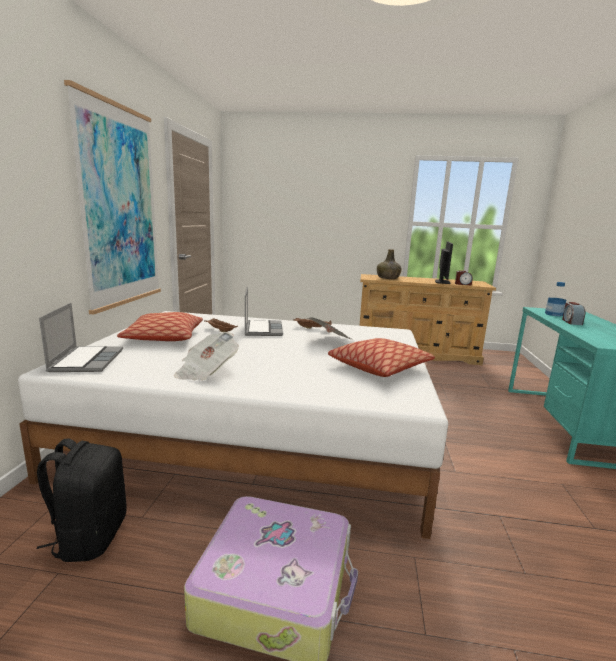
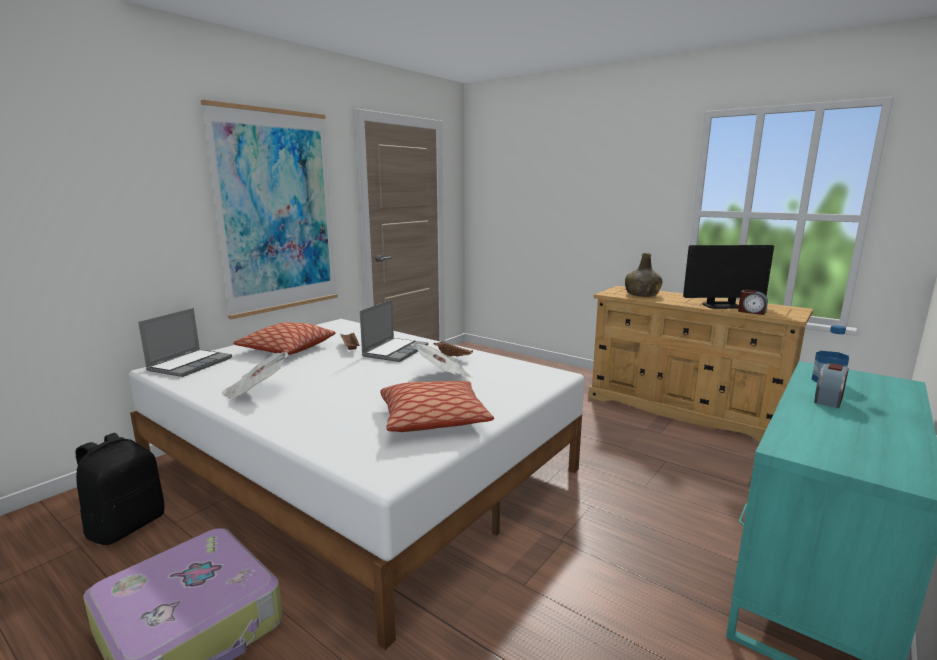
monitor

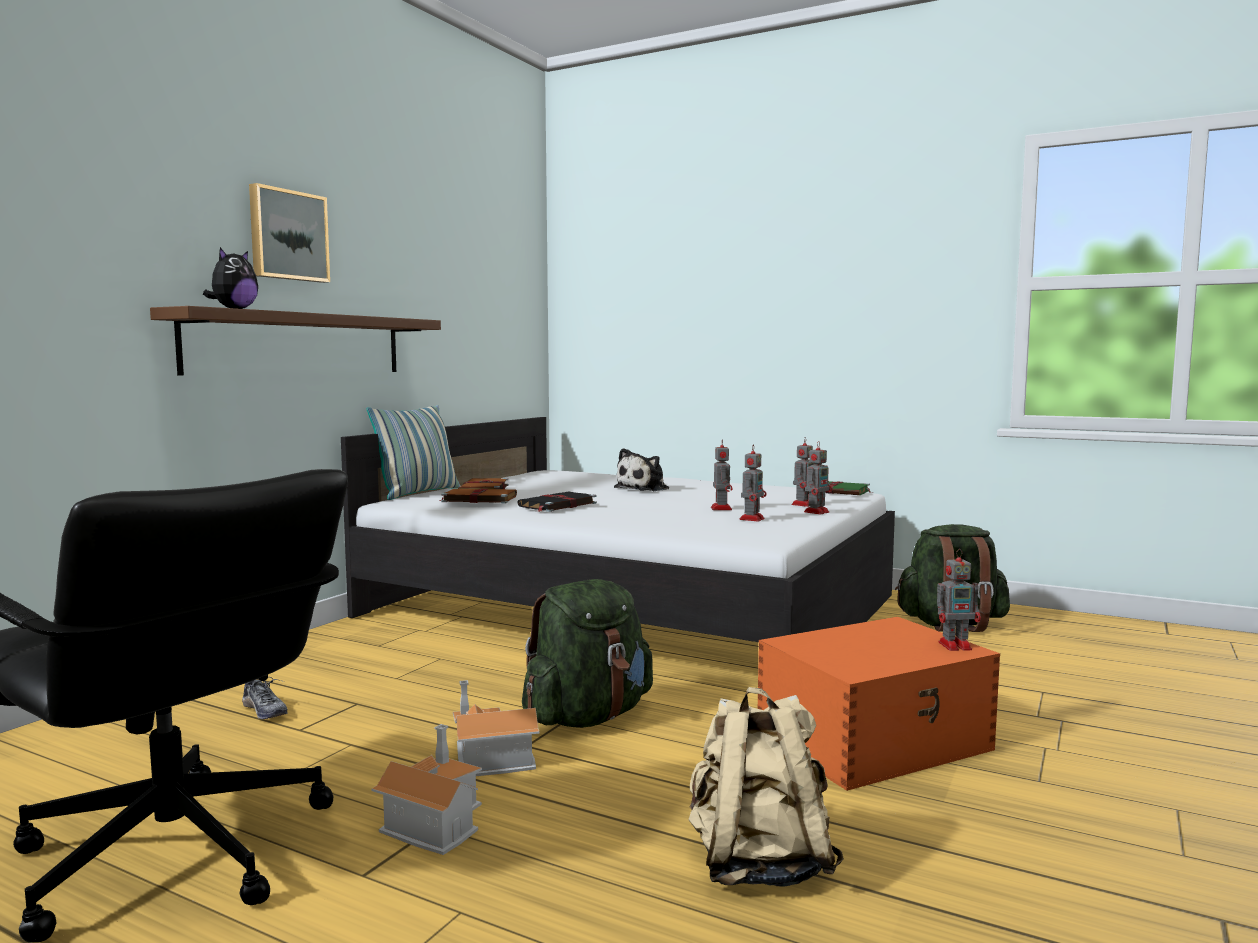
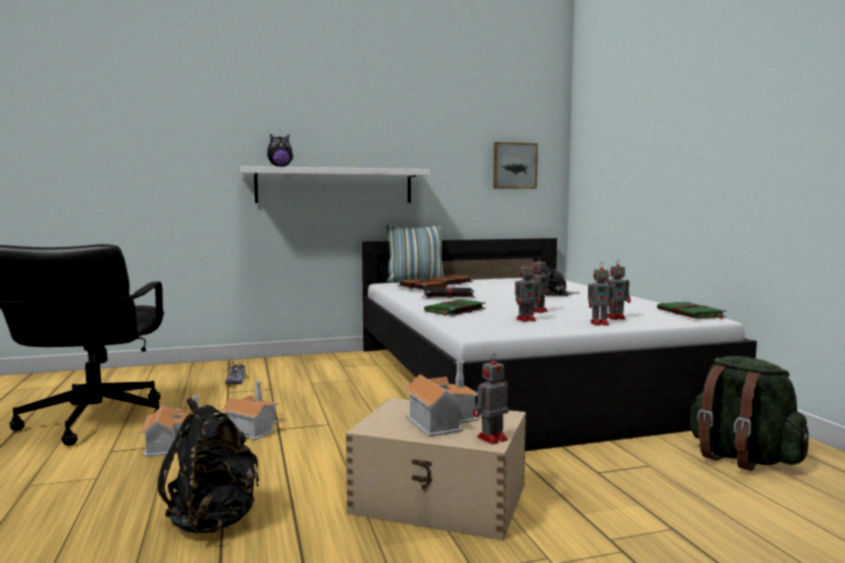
black backpack
white shelf
beige storage box
toy house (3rd from left)
green book (1st from left)
toy robot (1st from left)
picture
green backpack (1st from left in the first image)

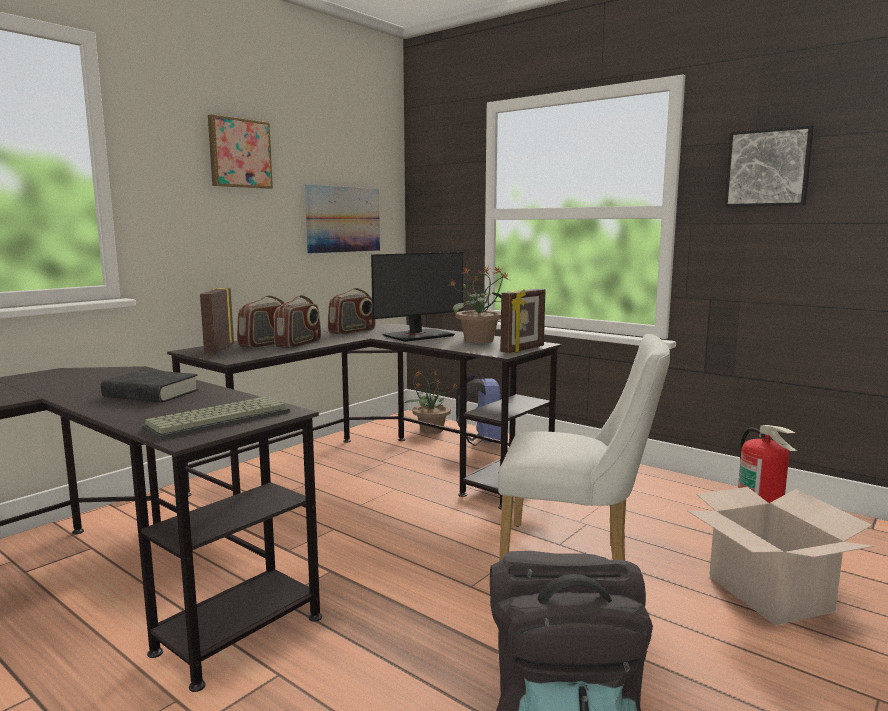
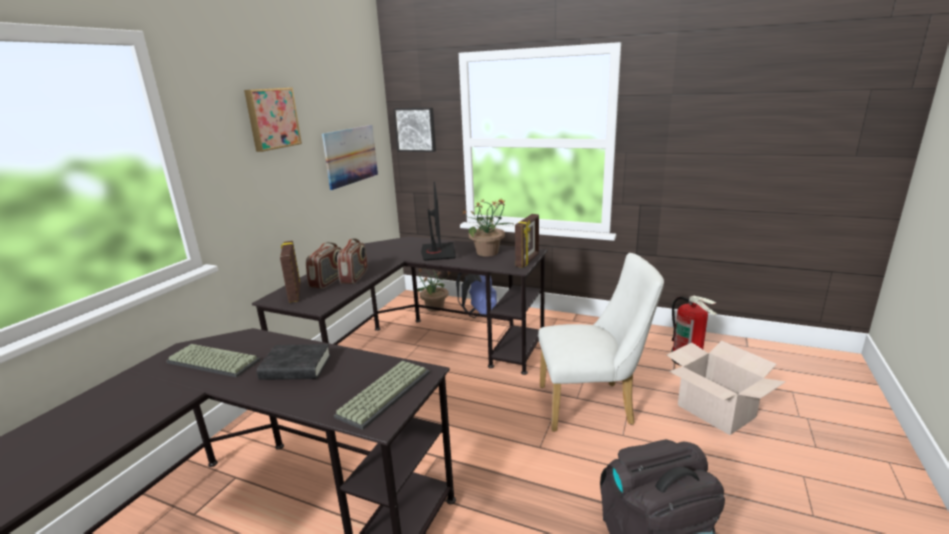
keyboard (1st from left)
picture (3rd from left)
monitor
radio (3rd from left in the first image)

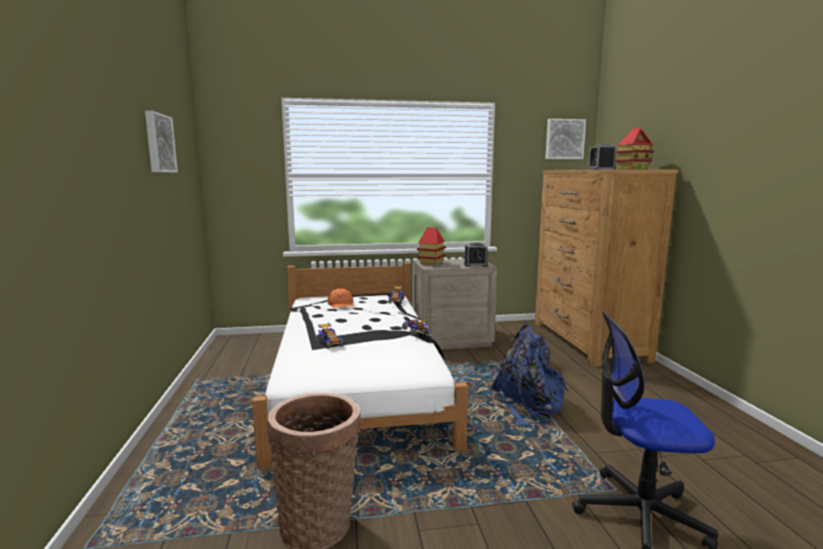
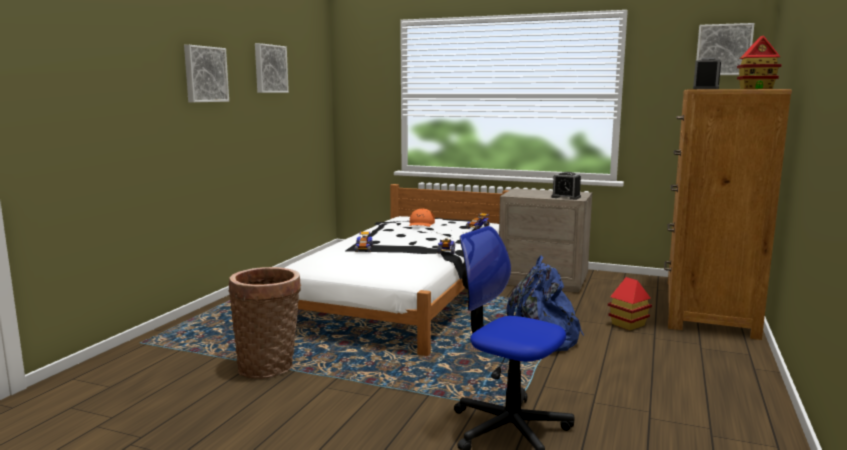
picture (1st from left)
toy house (1st from left)

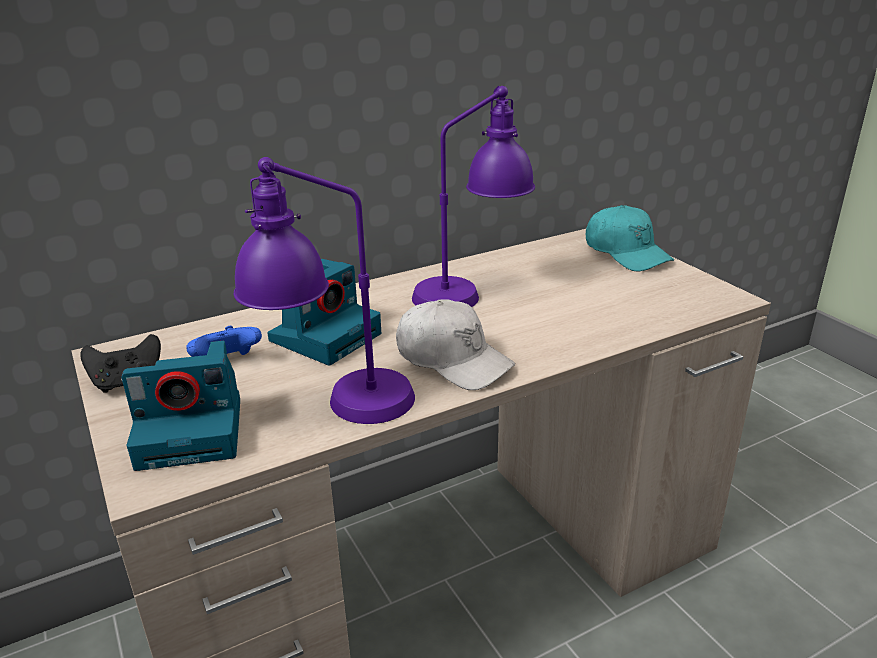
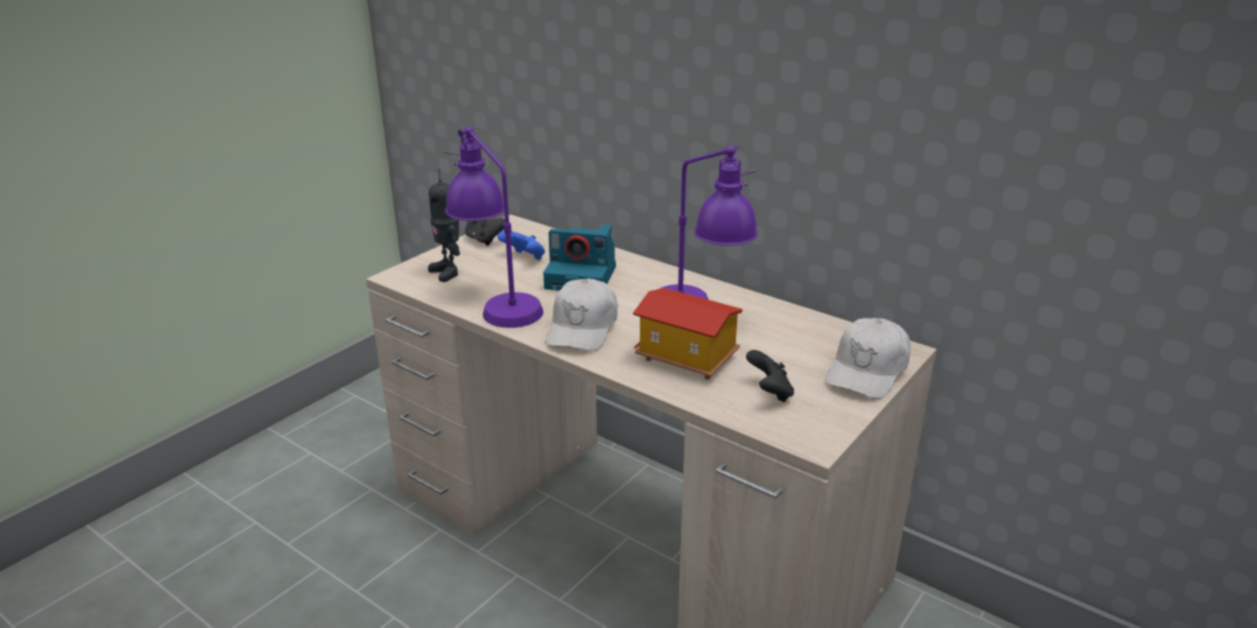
toy robot
toy house
black game controller (2nd from left)
white cap (2nd from left)

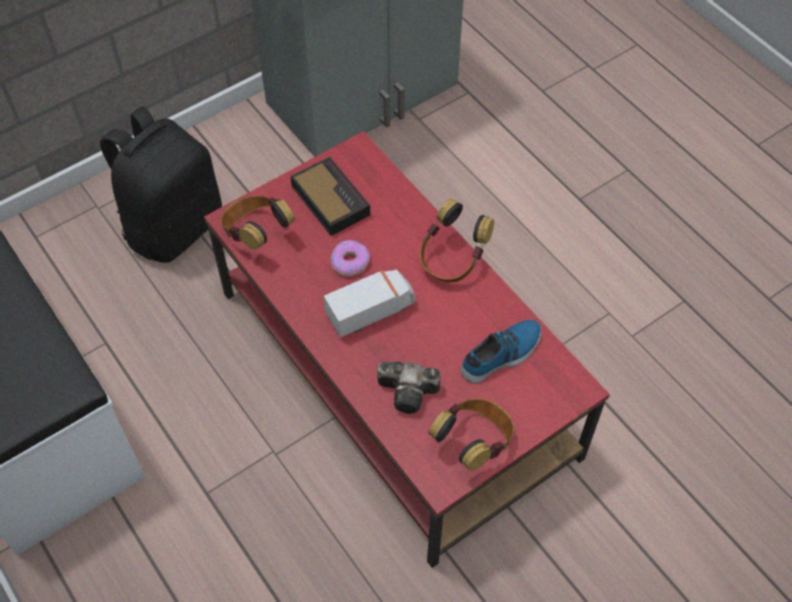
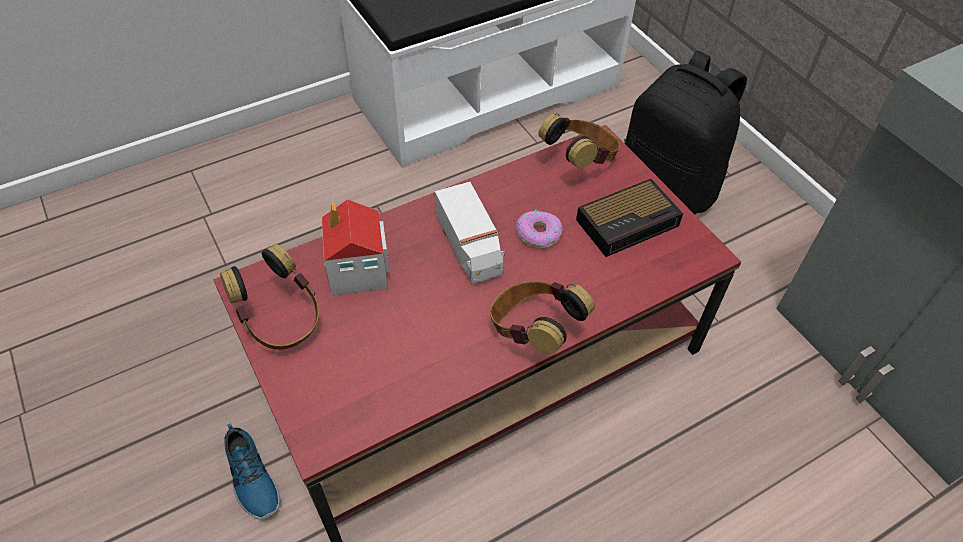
shoe
toy house

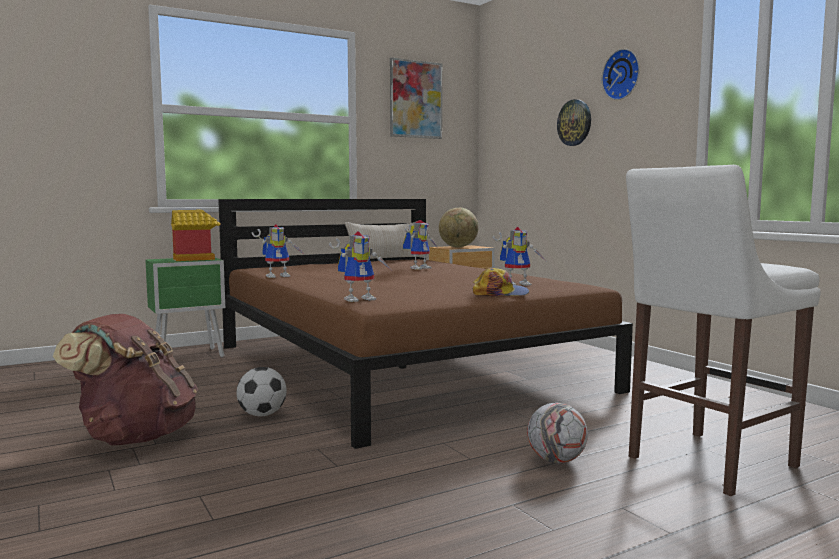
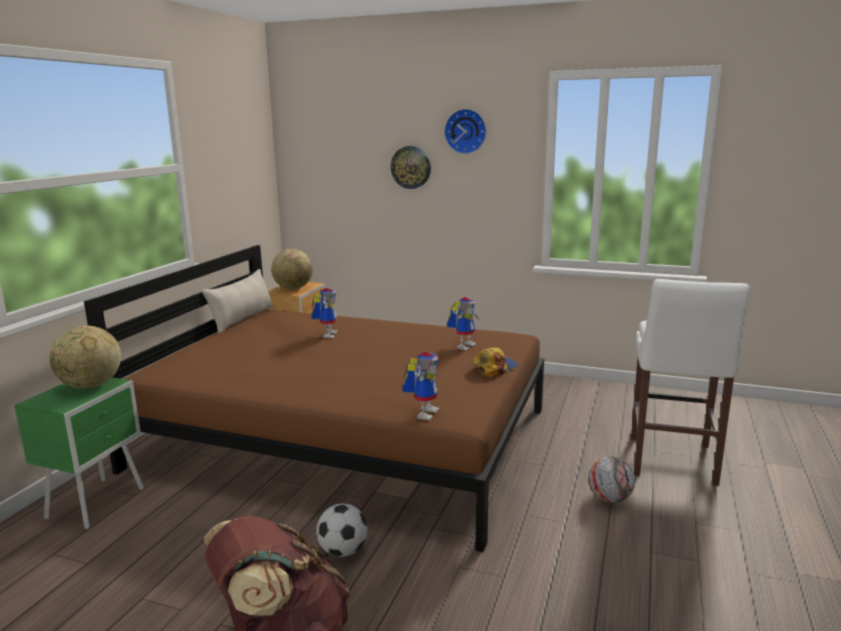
globe (1st from left)
toy robot (1st from left in the first image)
picture

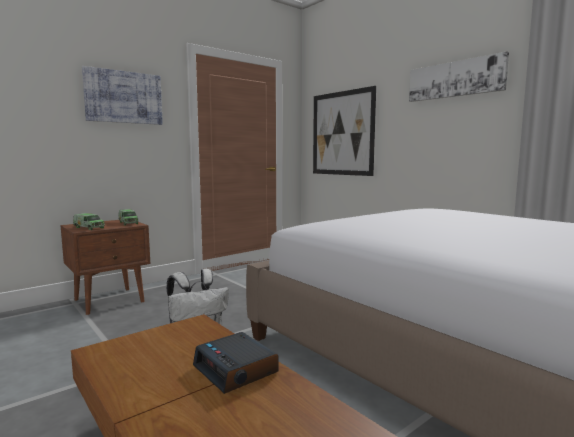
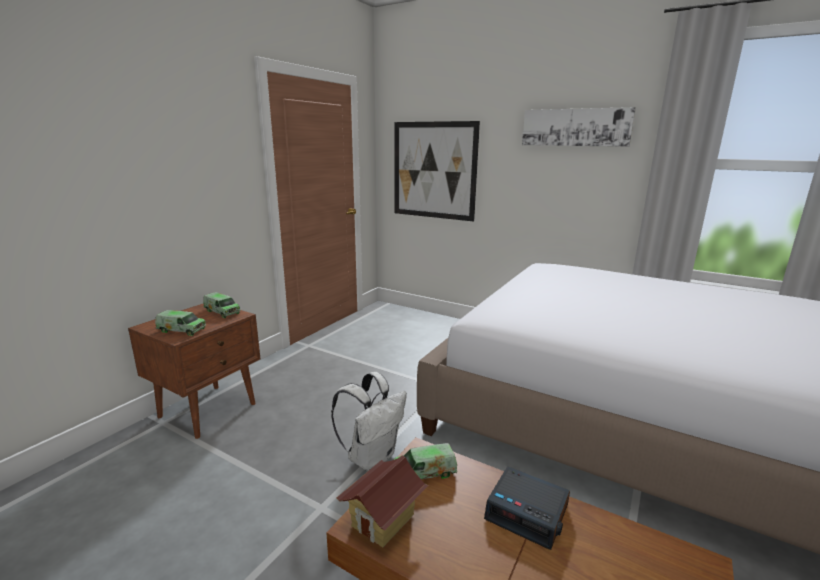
toy house
toy truck (3rd from left)
picture (1st from left in the first image)

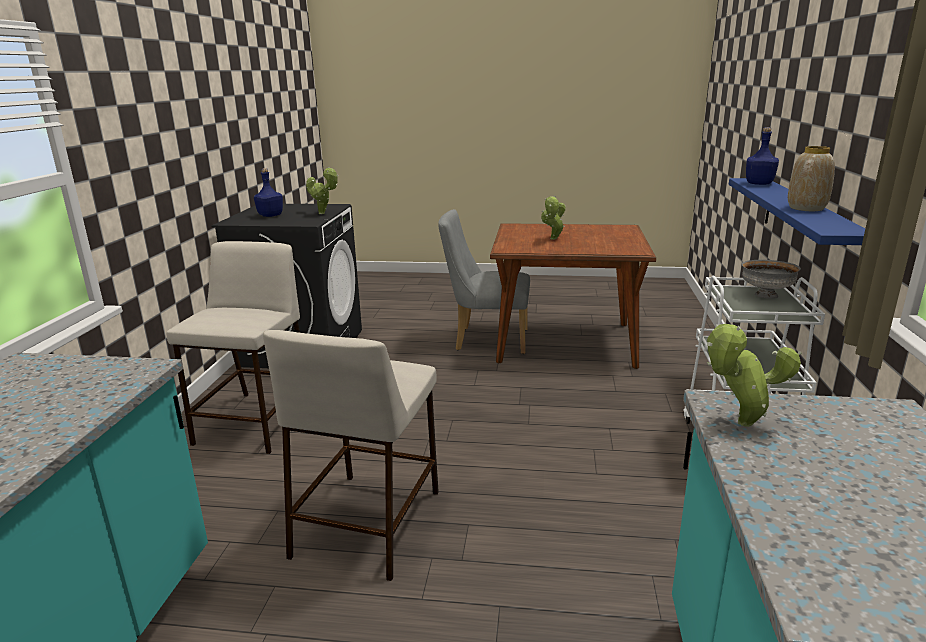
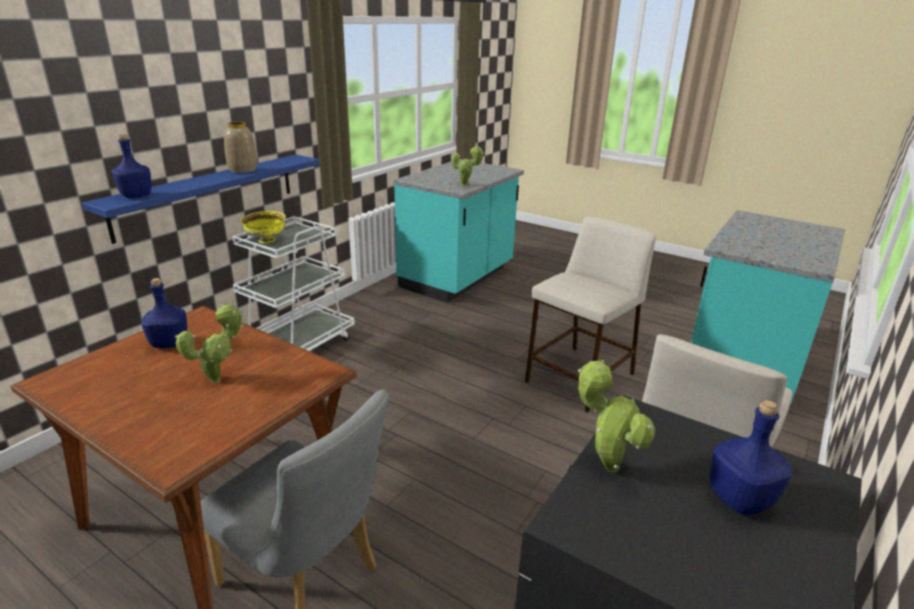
blue bottle (2nd from left)
yellow bowl

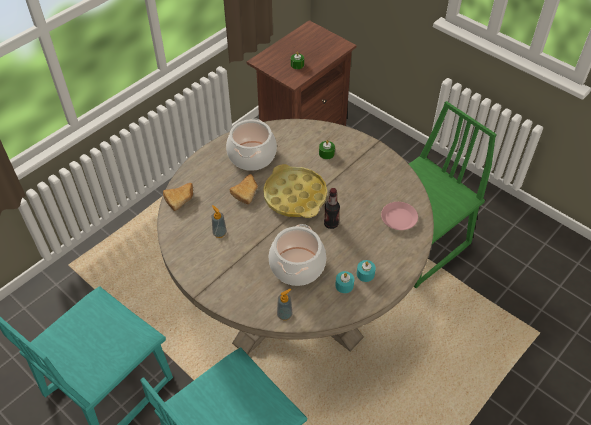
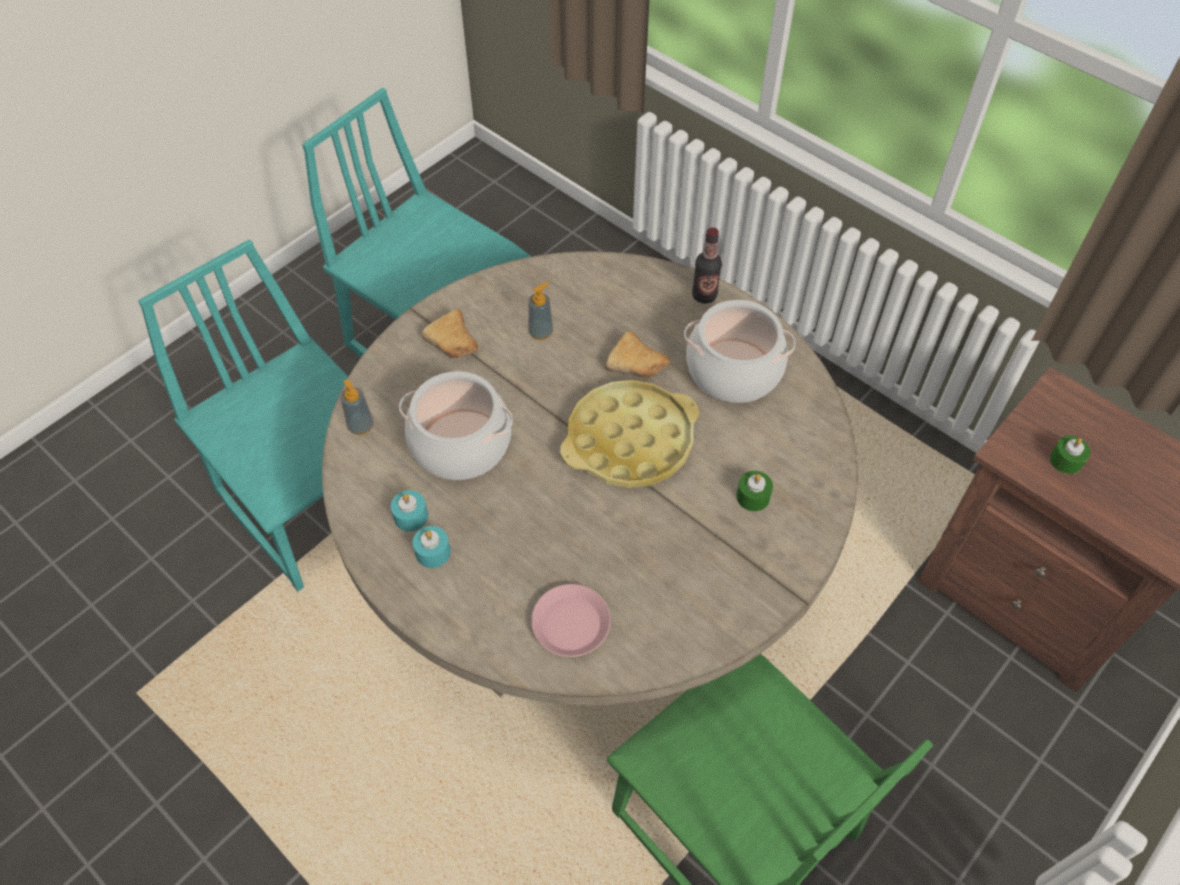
bread (1st from left)
bottle

